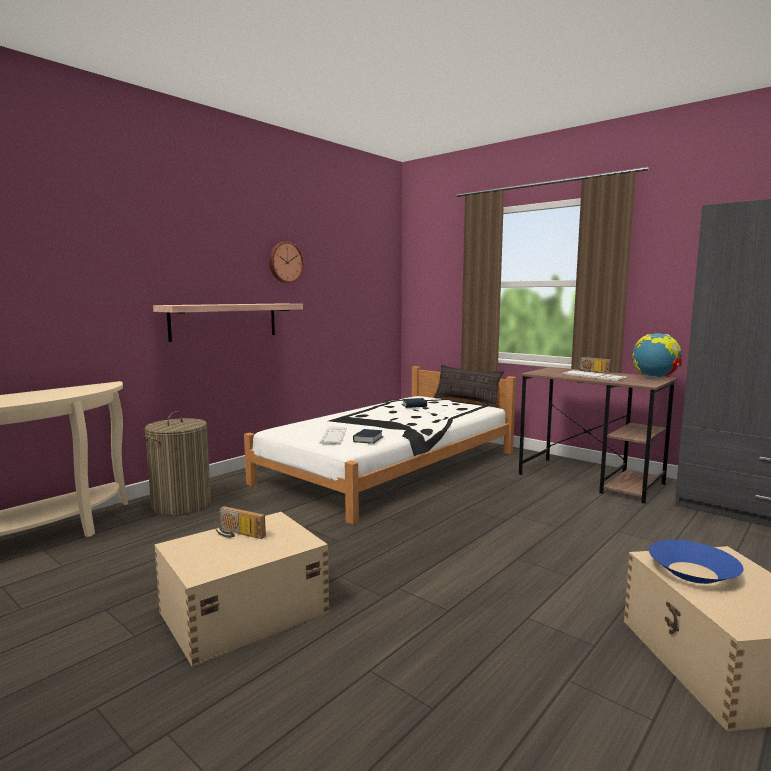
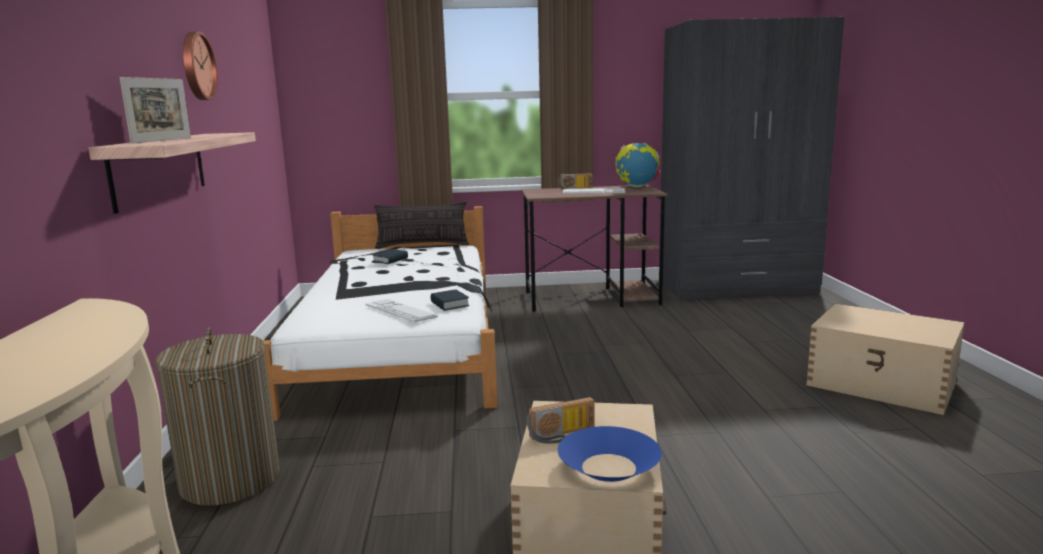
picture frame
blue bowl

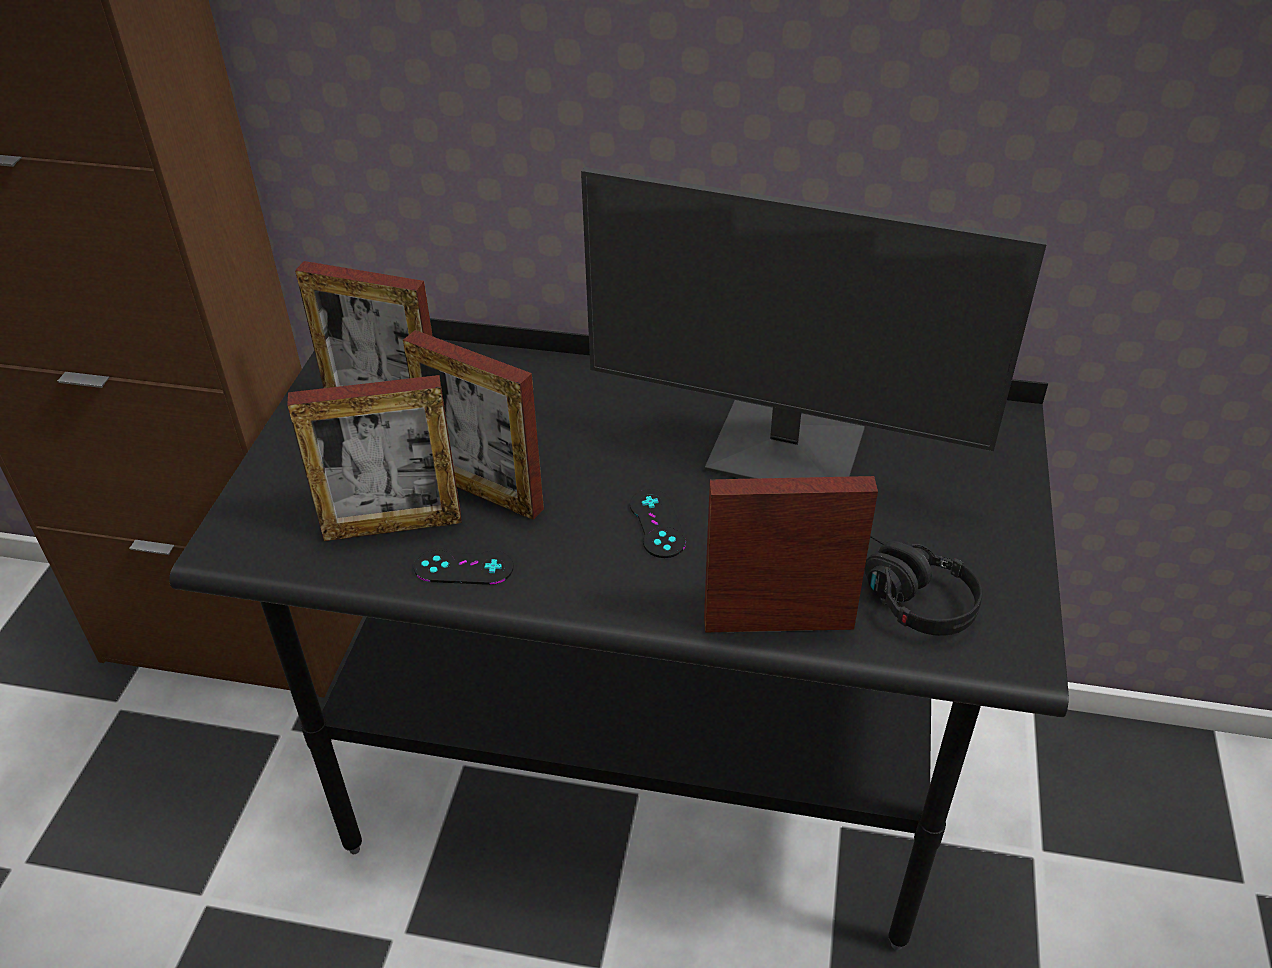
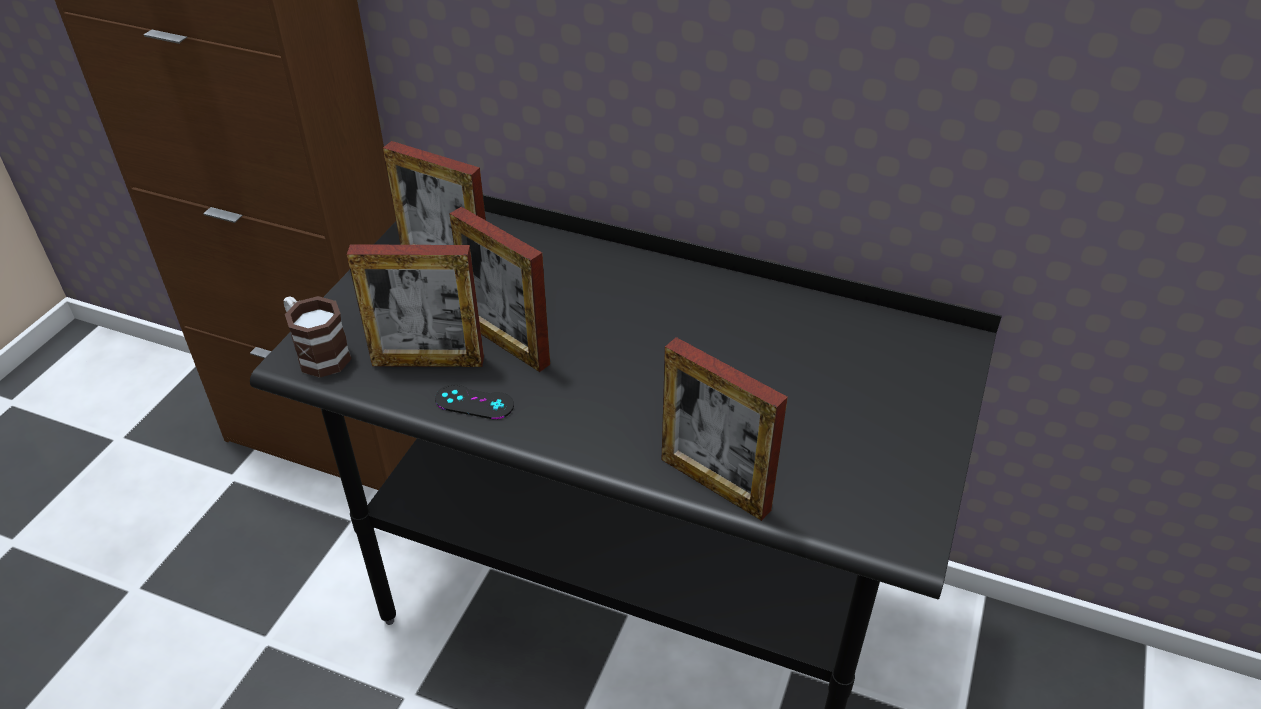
mug
picture frame (4th from left)
monitor
black game controller (2nd from left in the first image)
black headphones

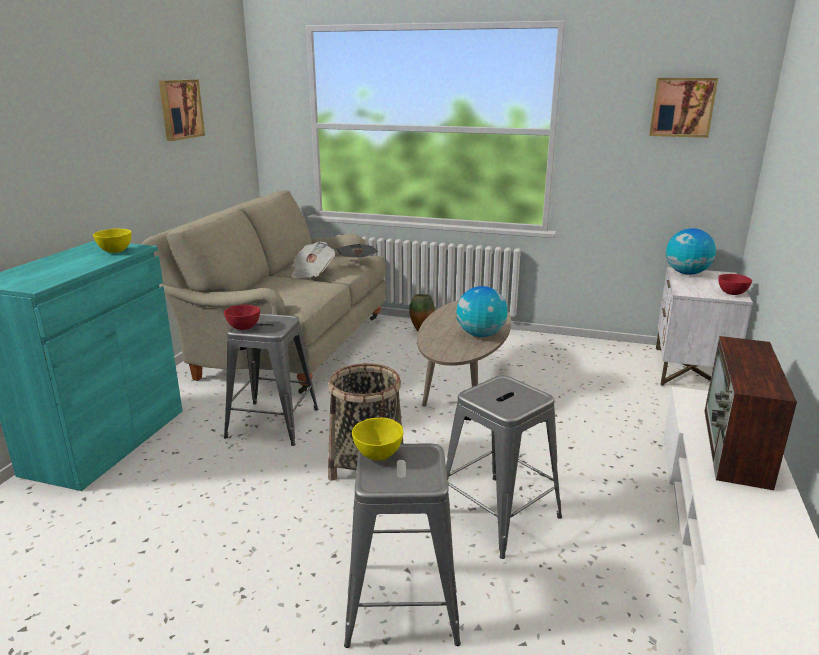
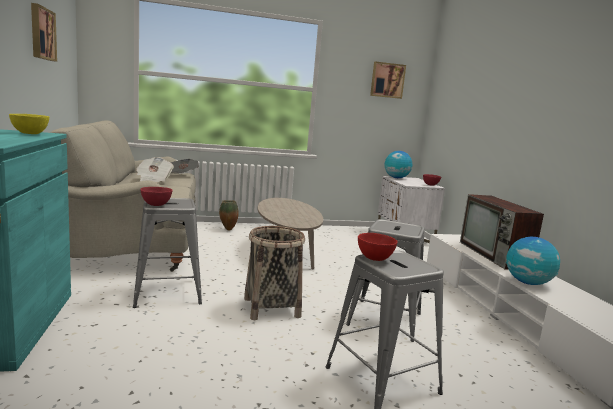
red bowl (2nd from left)
globe (2nd from left)

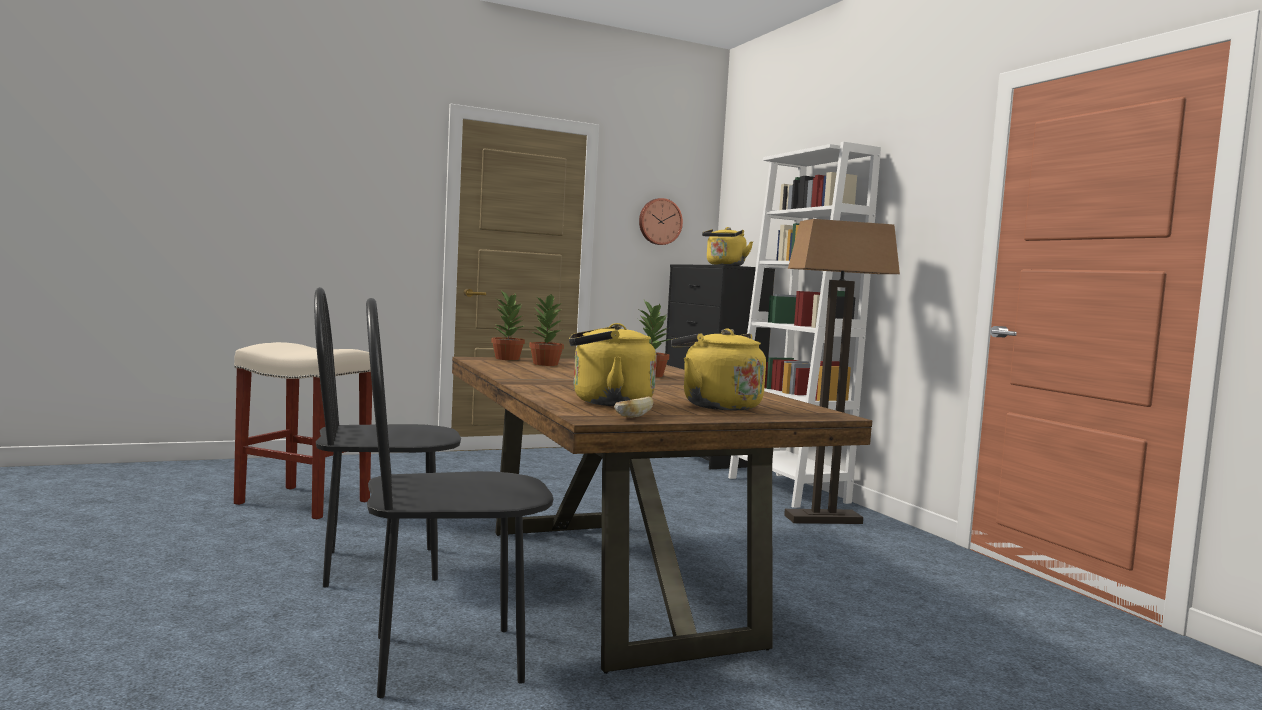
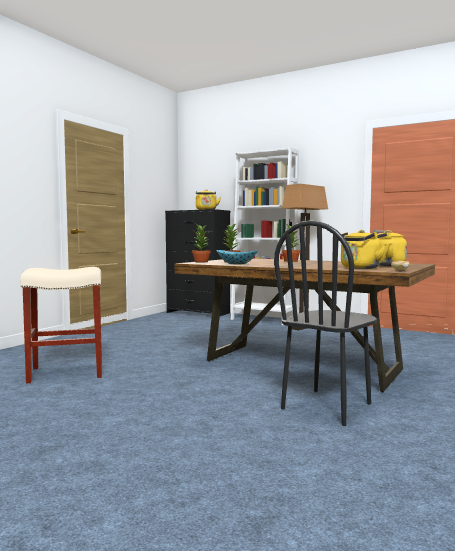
bowl
black chair (1st from left in the first image)
wall clock

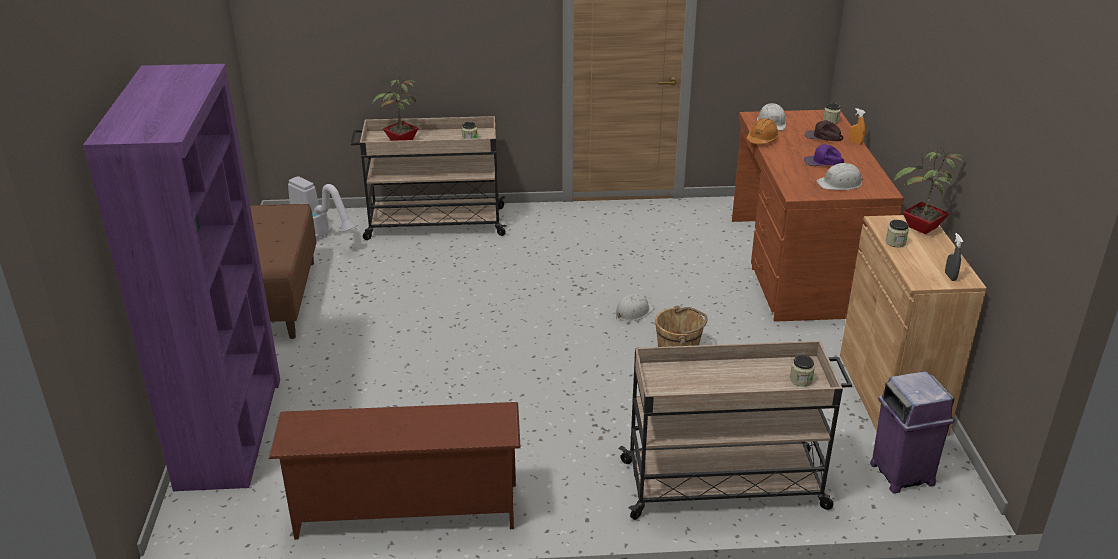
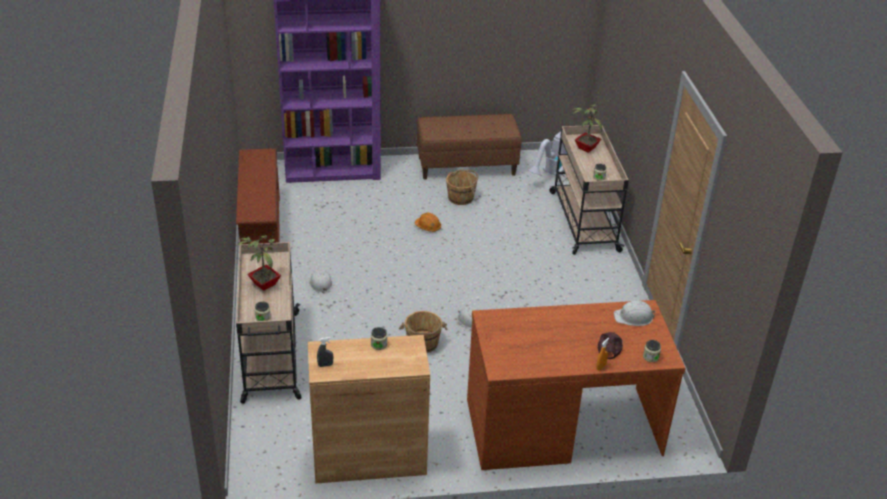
potted plant (1st from left)
white hard hat (1st from left)
orange hard hat
brown bucket (2nd from left)
purple cap
purple trash can

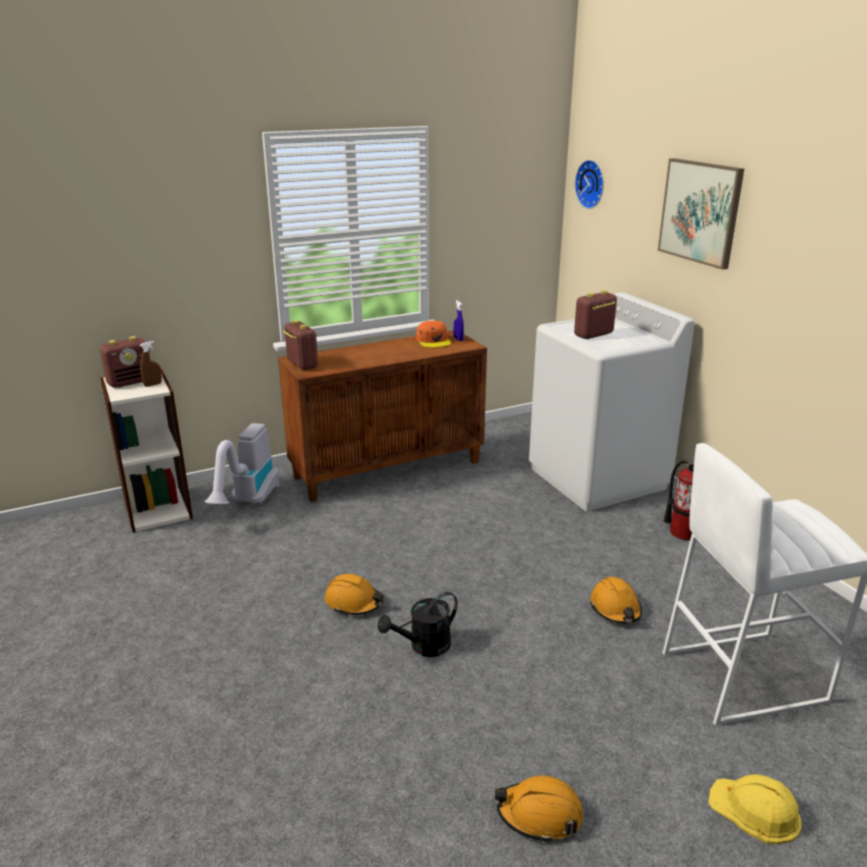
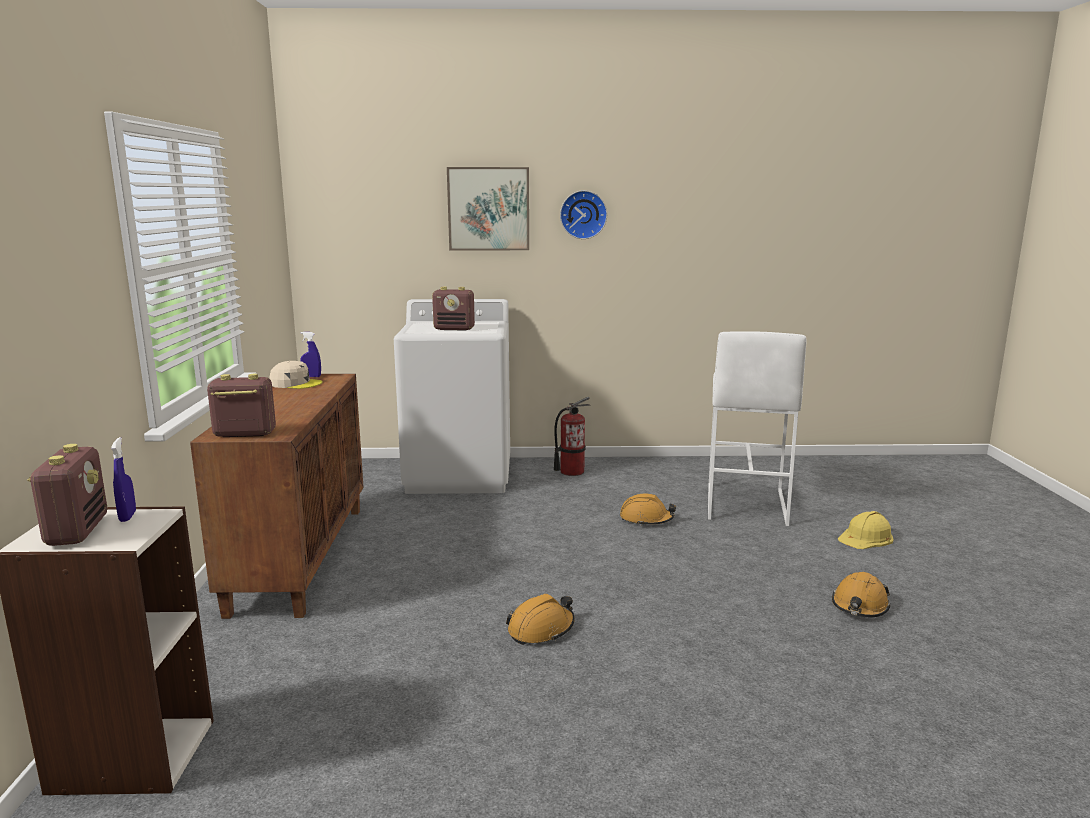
blue spray bottle (1st from left)
beige cap
radio (3rd from left)
wall clock
vacuum cleaner
black watering can

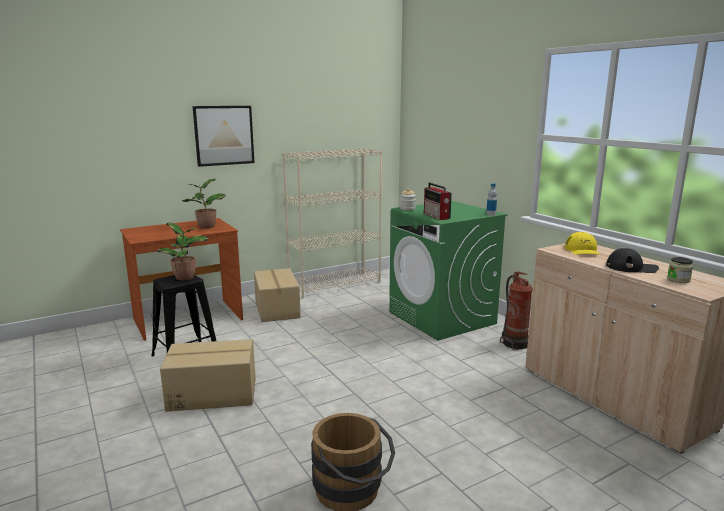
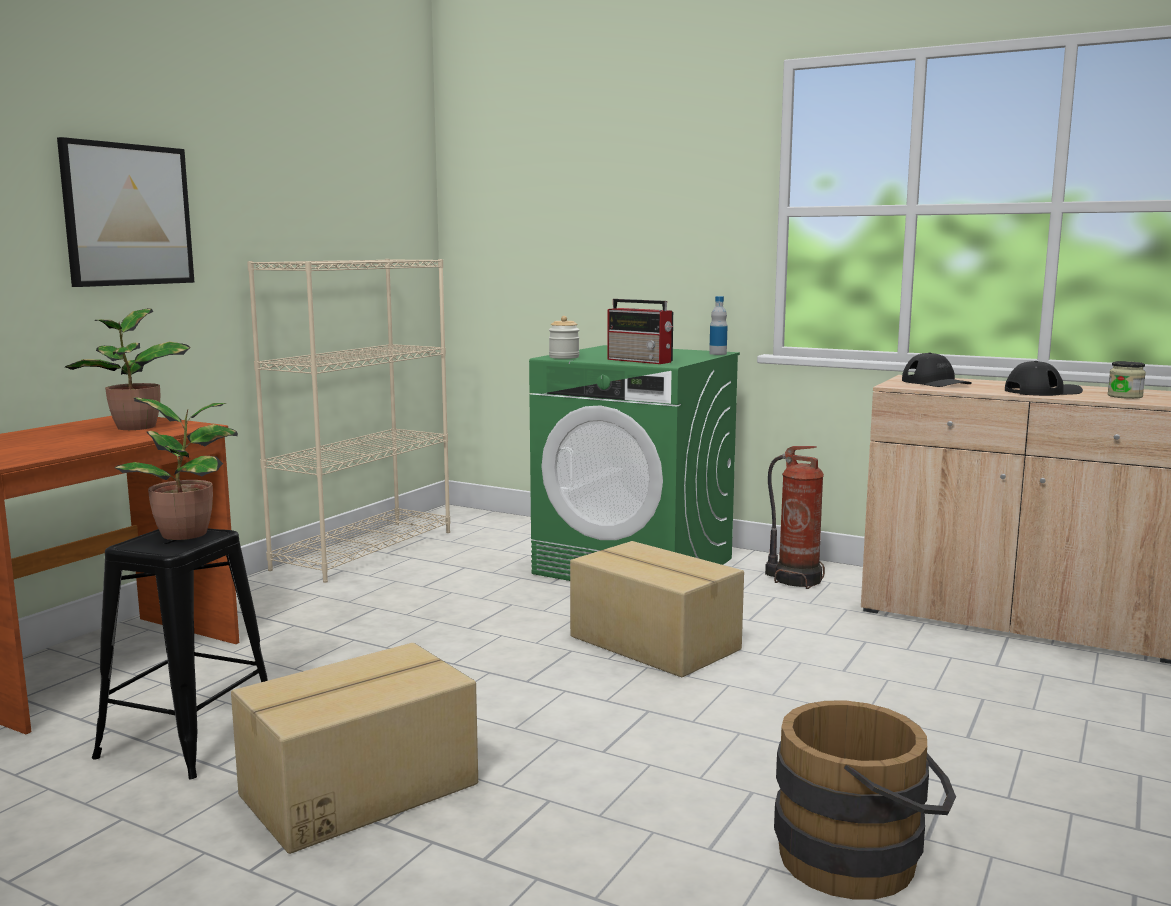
cardboard box (2nd from left)
black cap (1st from left)

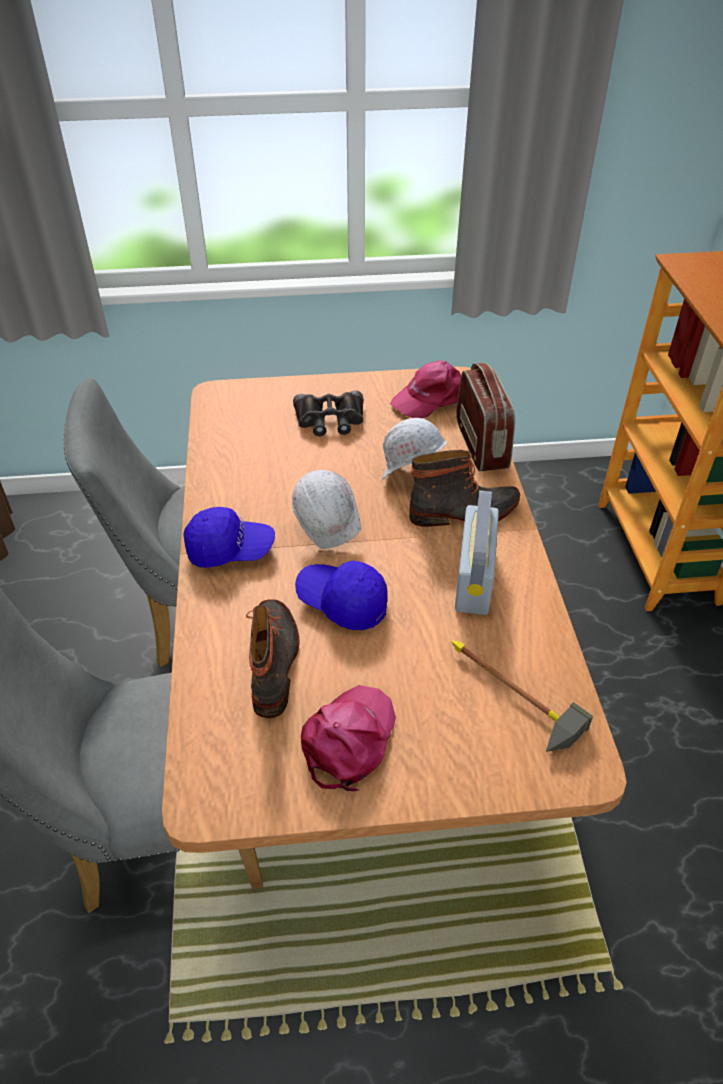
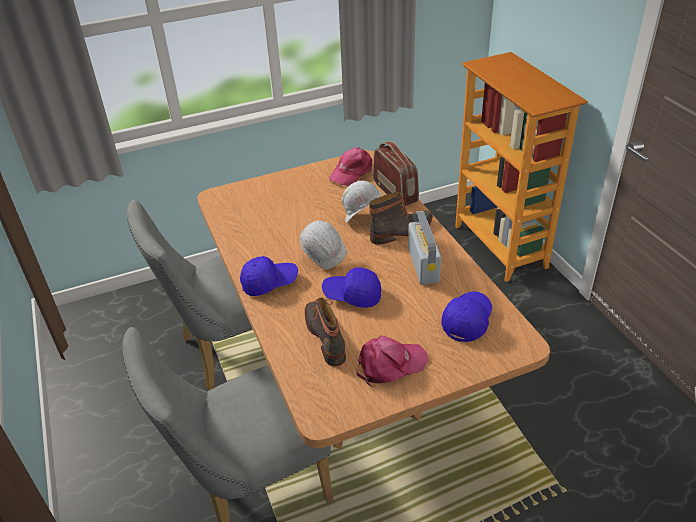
pink cap (2nd from left)
blue cap (3rd from left)
black binoculars

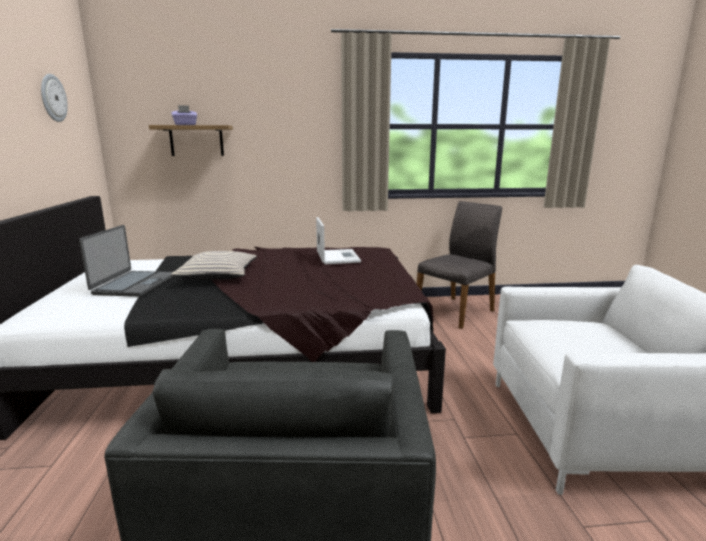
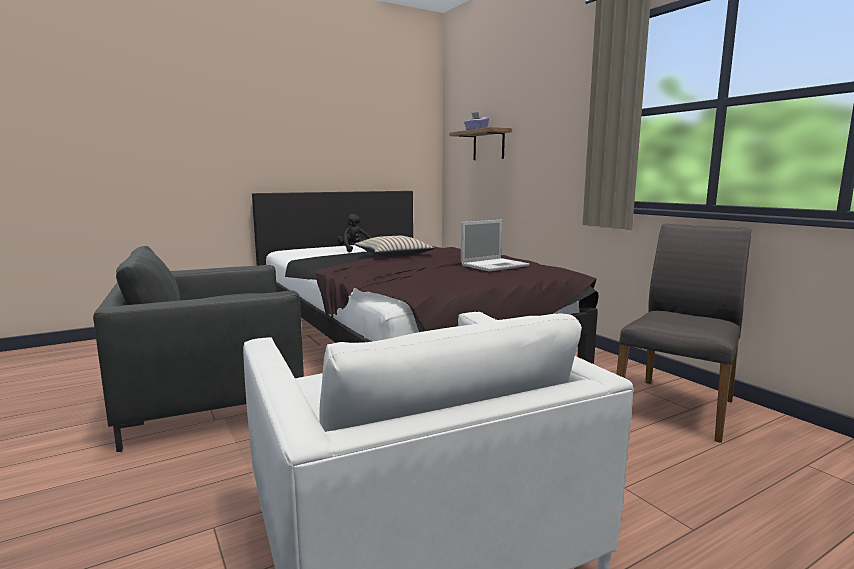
black plush toy
grey chair
wall clock

